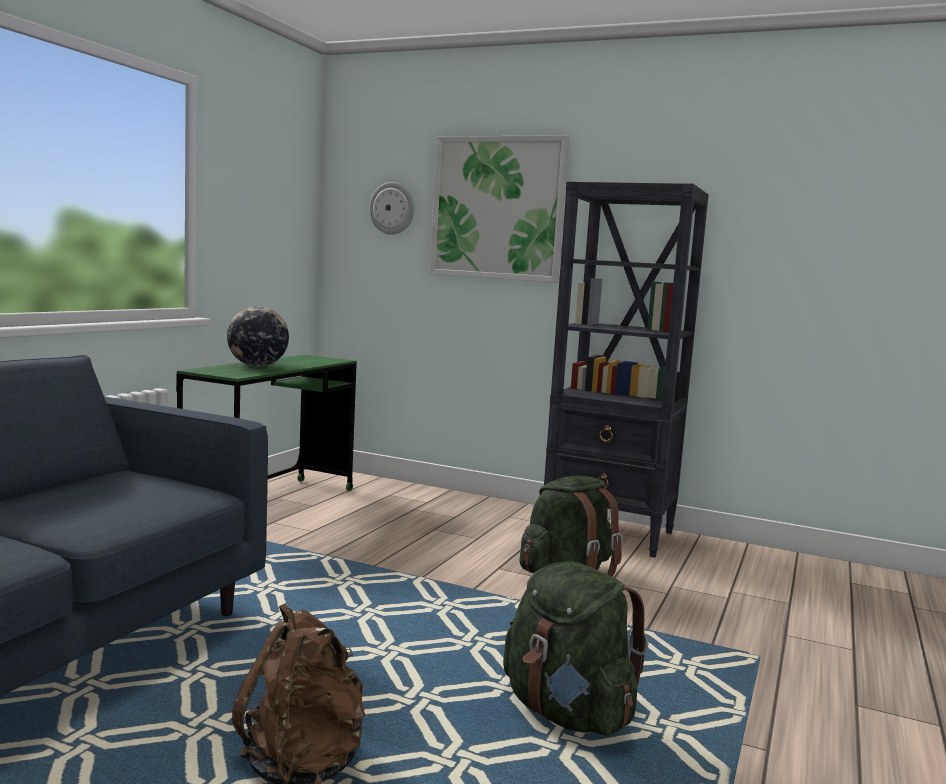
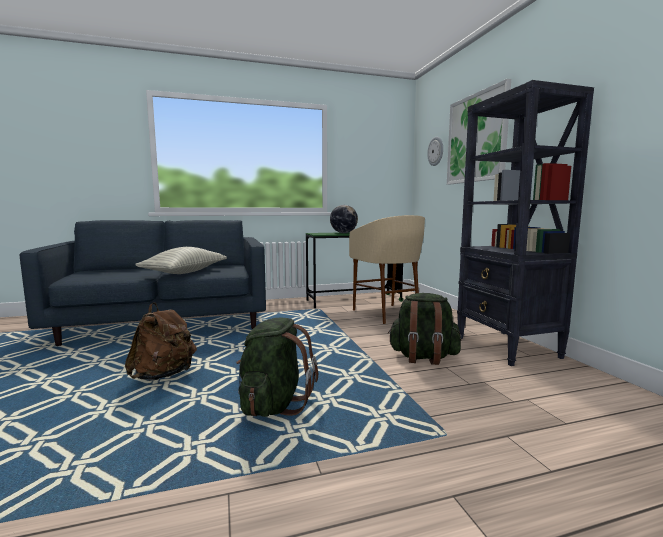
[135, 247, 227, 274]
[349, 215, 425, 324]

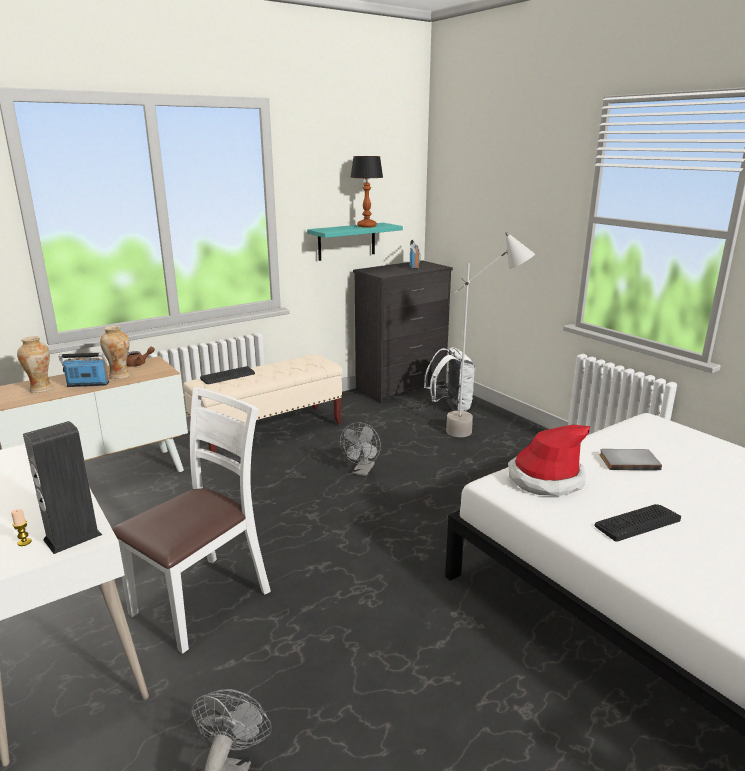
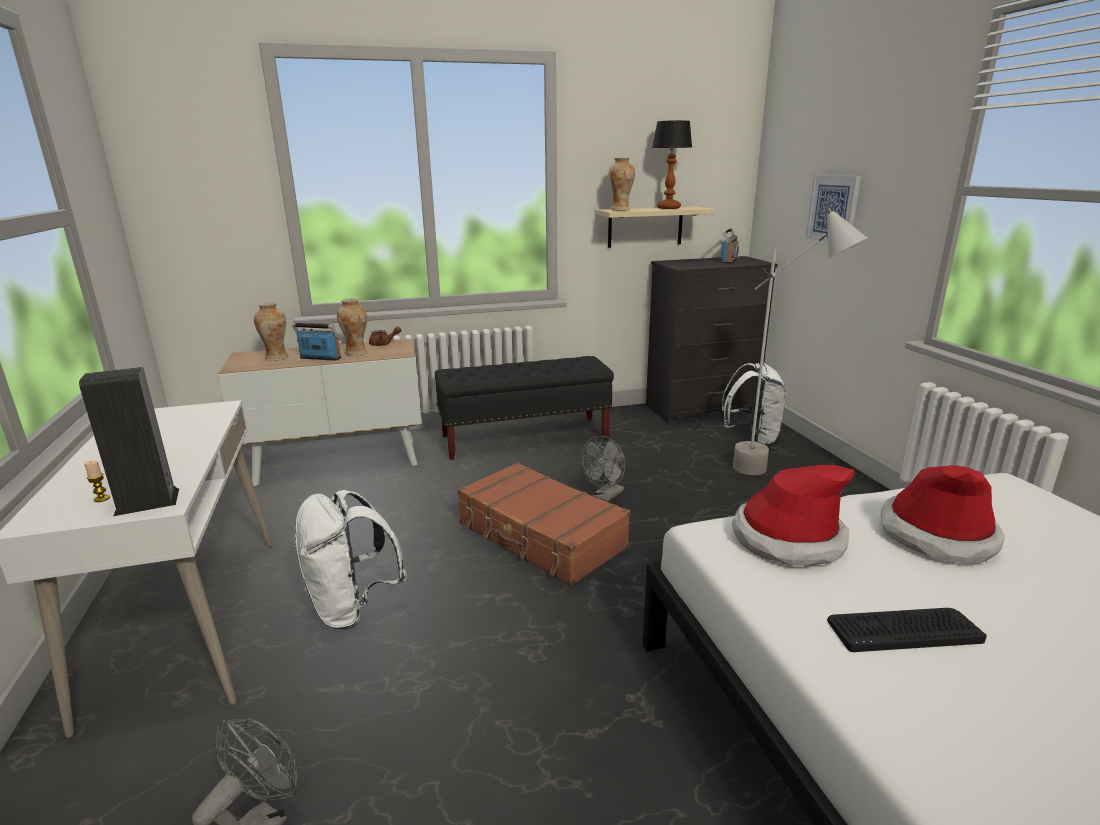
[200, 366, 255, 384] (first image)
[457, 462, 630, 586]
[609, 158, 635, 211]
[805, 175, 861, 242]
[294, 490, 407, 629]
[881, 465, 1005, 563]
[435, 356, 614, 460]
[595, 206, 714, 248]

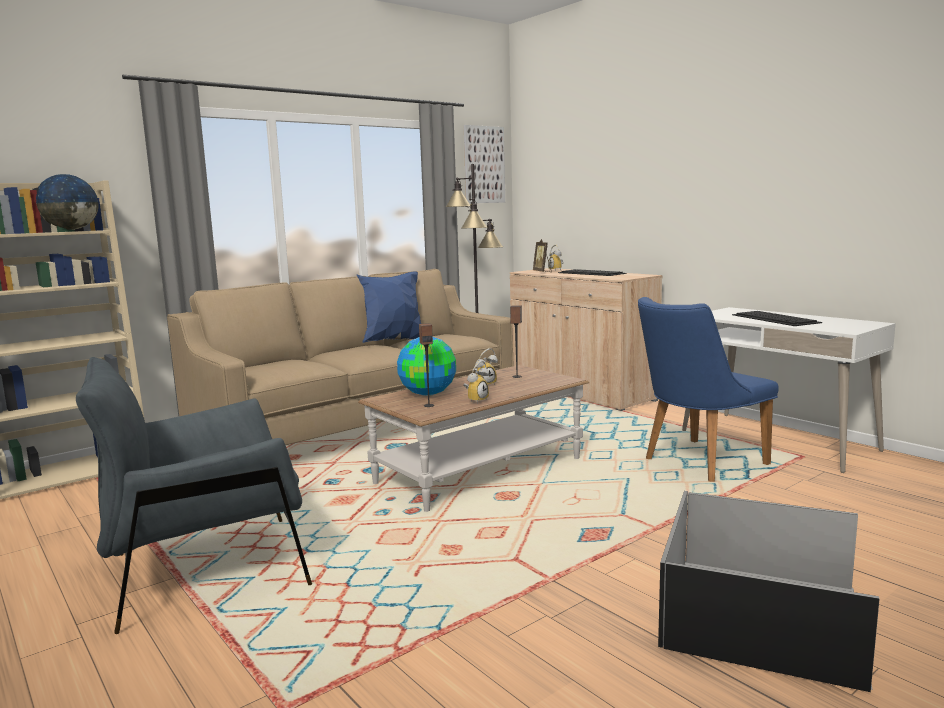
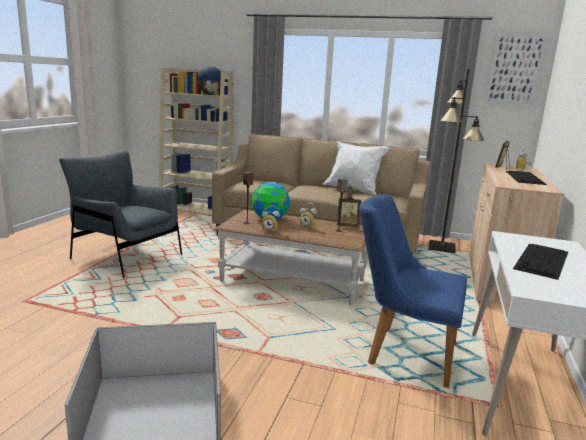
[337, 196, 362, 228]
[323, 141, 389, 195]

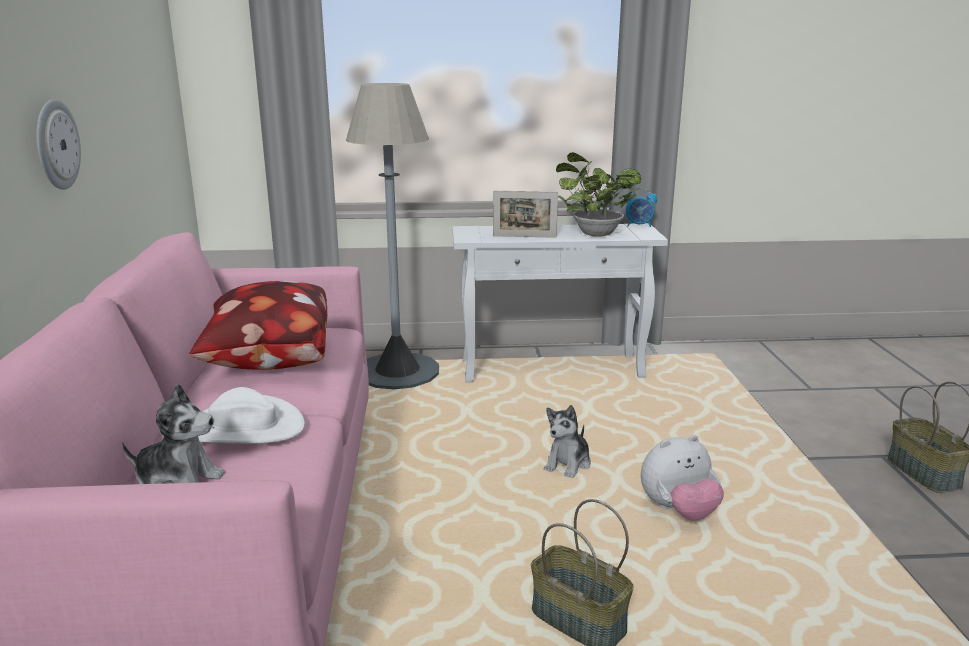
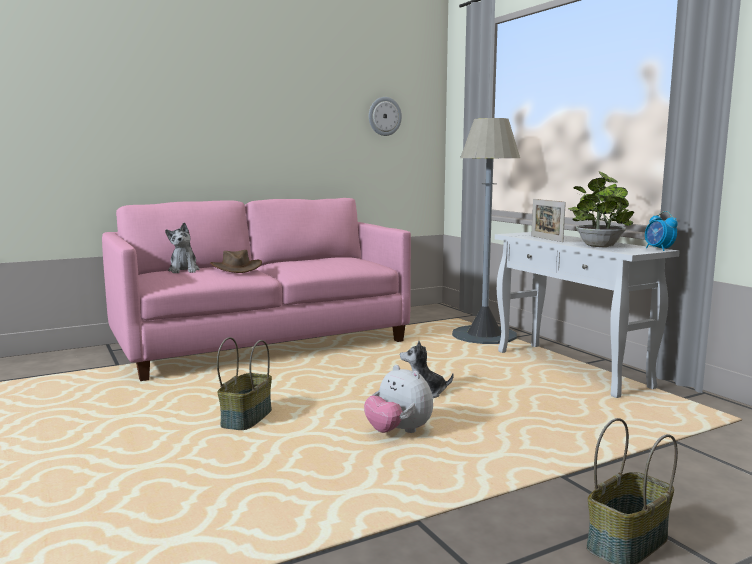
[189, 281, 327, 370] (first image)
[369, 97, 402, 136]
[210, 250, 262, 273]

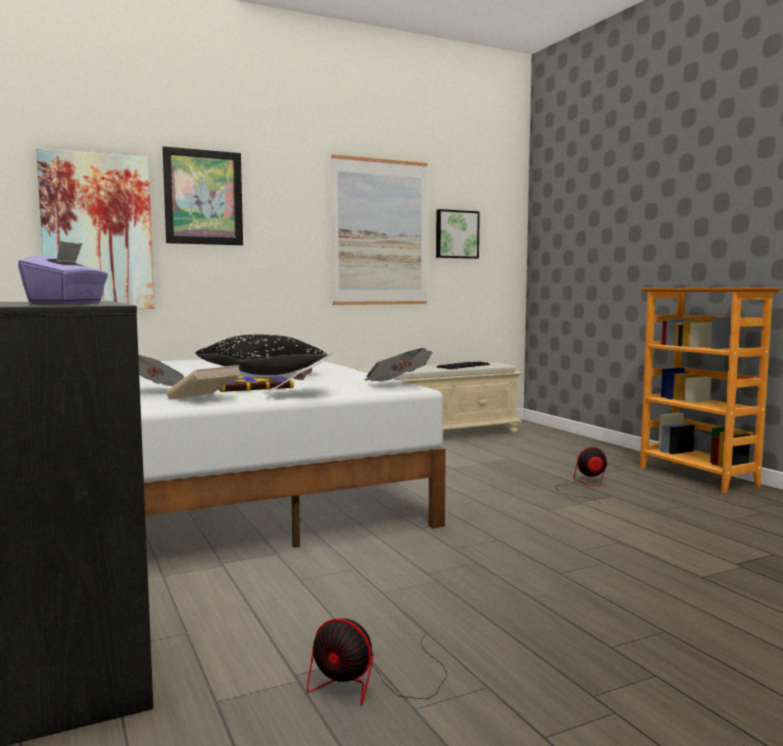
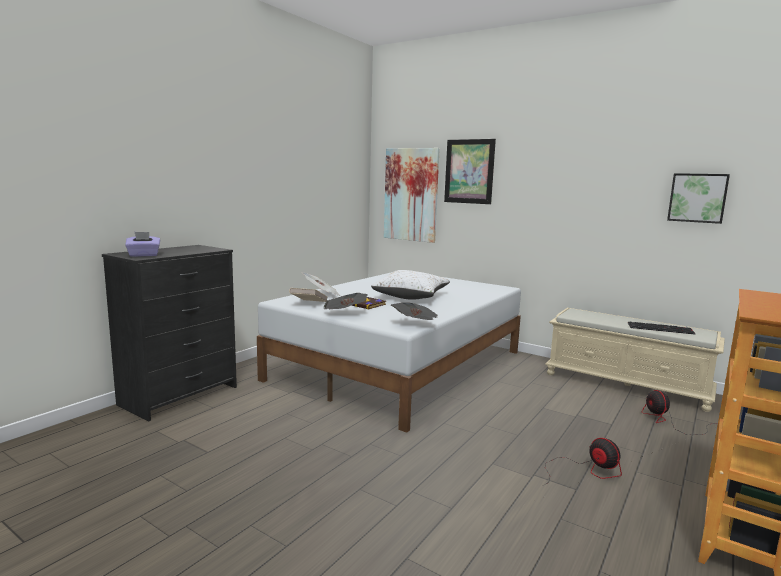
[331, 154, 428, 305] (first image)
[641, 390, 718, 435]
[371, 270, 450, 300]

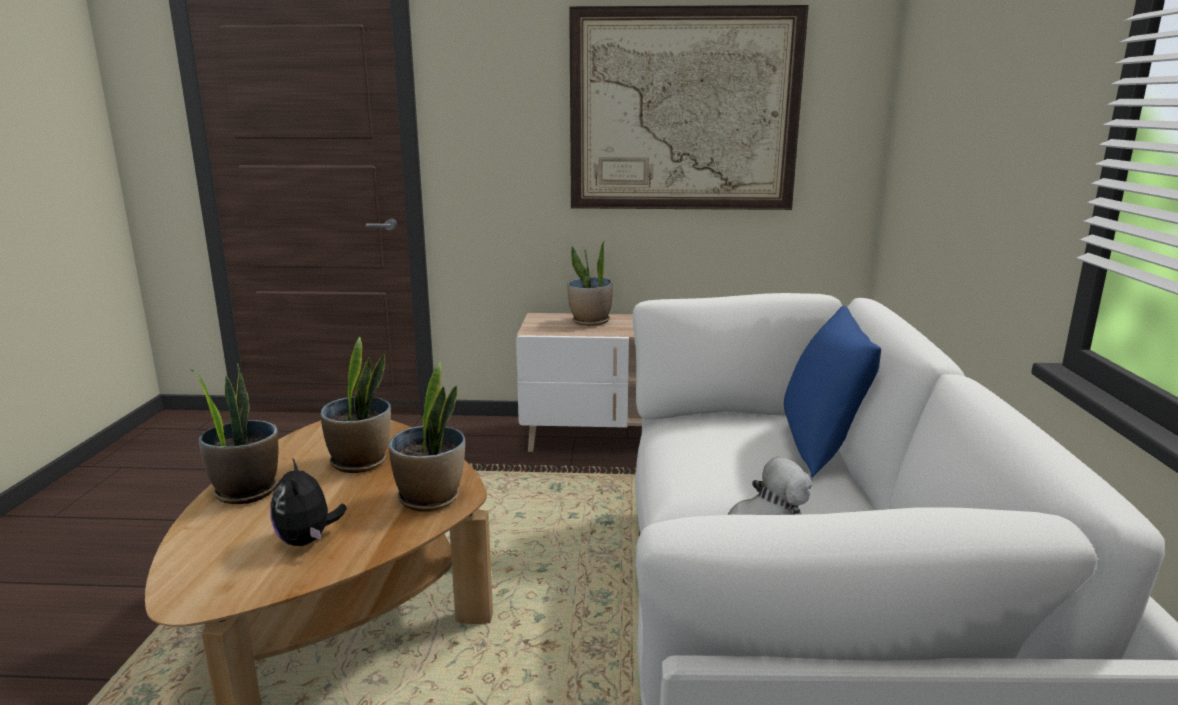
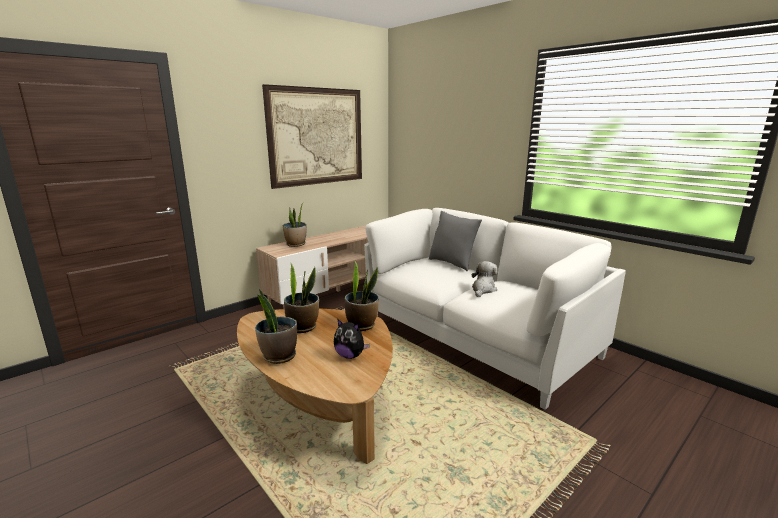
[429, 211, 482, 272]

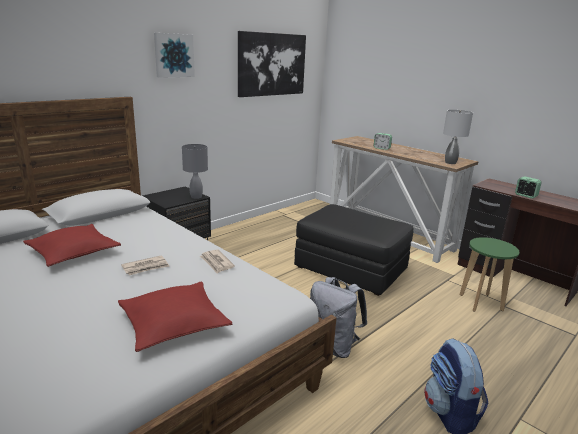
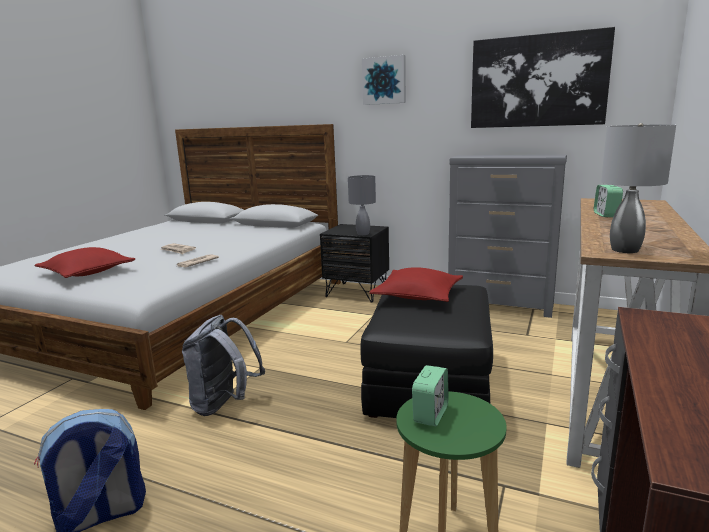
[448, 155, 567, 318]
[369, 267, 463, 302]
[412, 365, 449, 426]

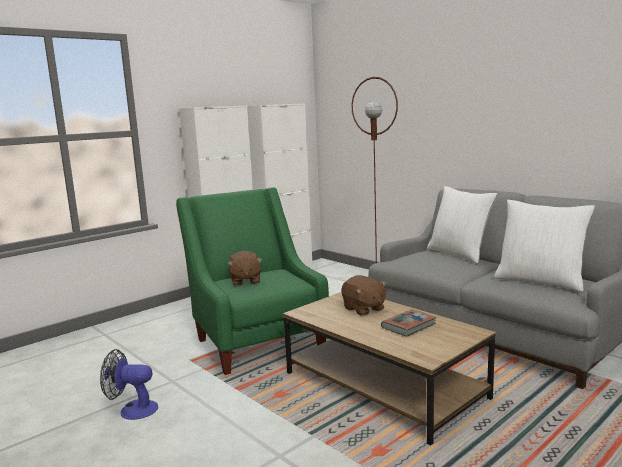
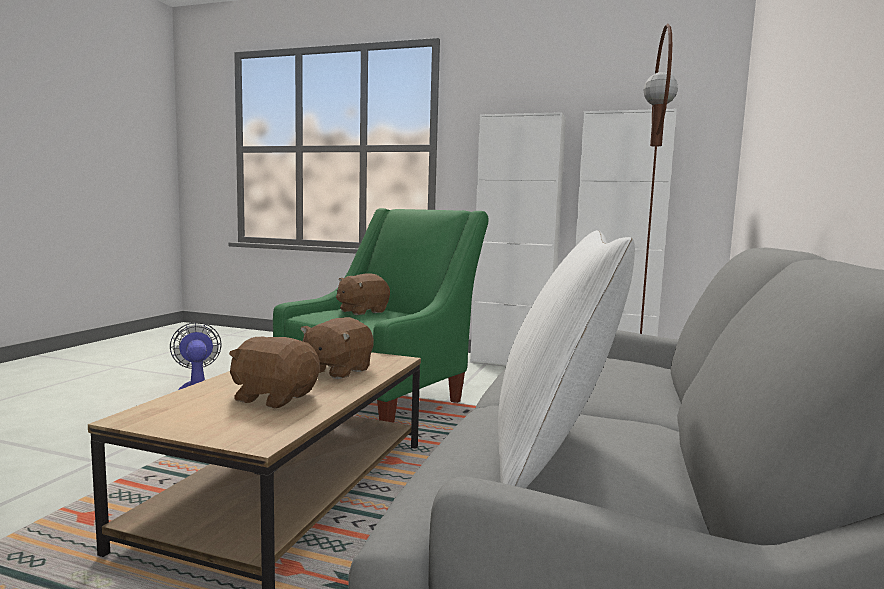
[427, 186, 497, 264] (first image)
[229, 337, 320, 408]

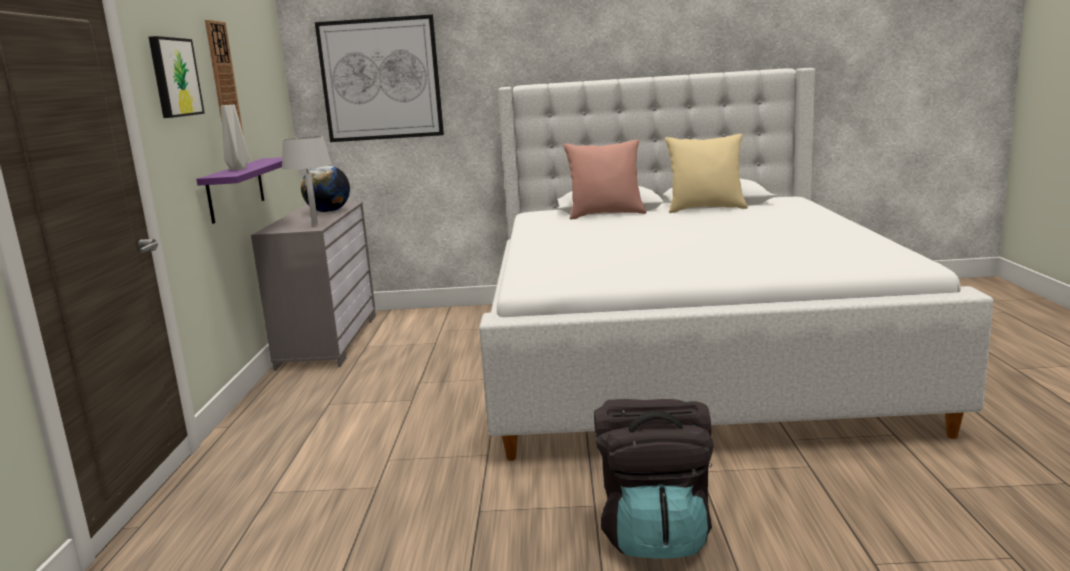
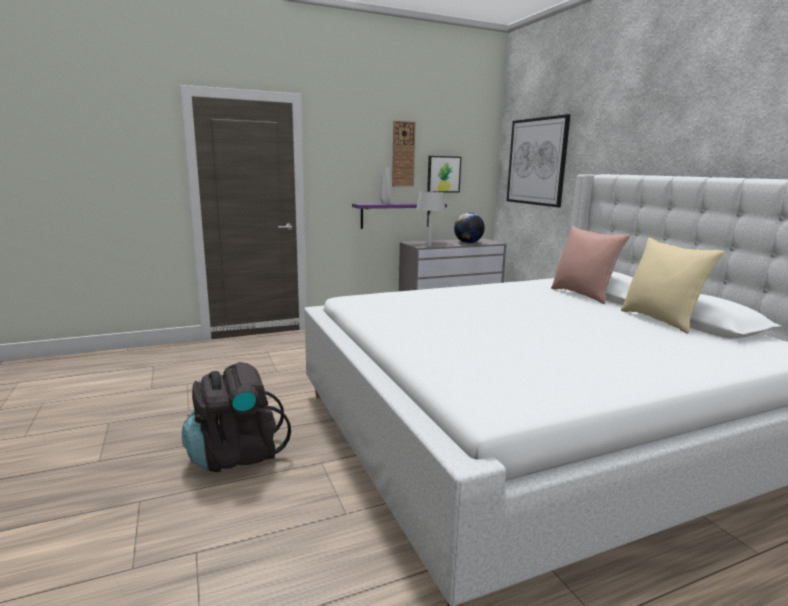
[427, 156, 462, 192]

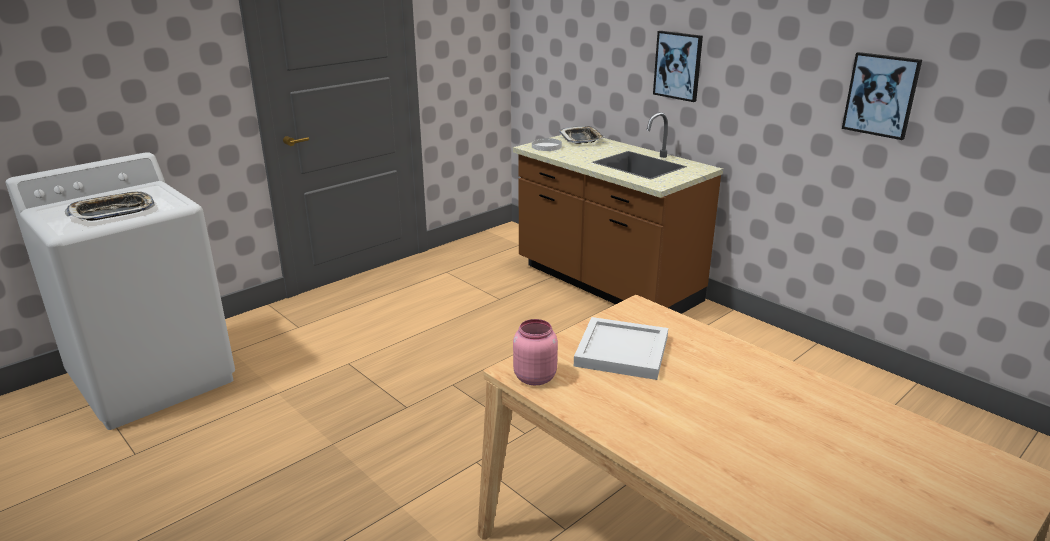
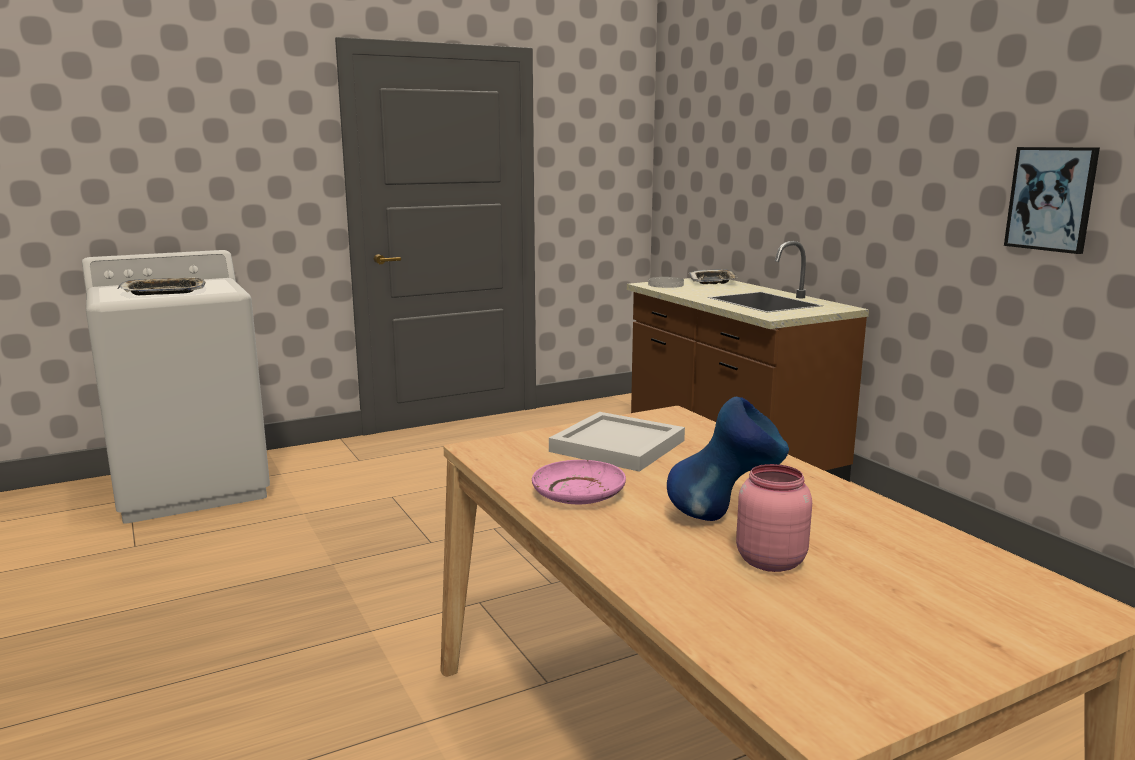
[653, 31, 703, 102] (first image)
[532, 460, 626, 504]
[667, 397, 789, 521]
[736, 464, 812, 572]

